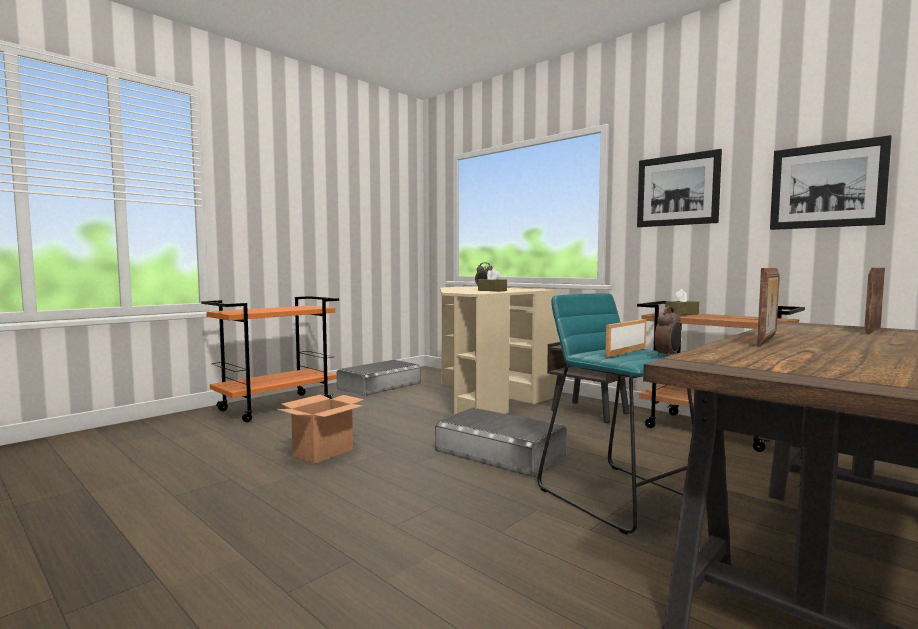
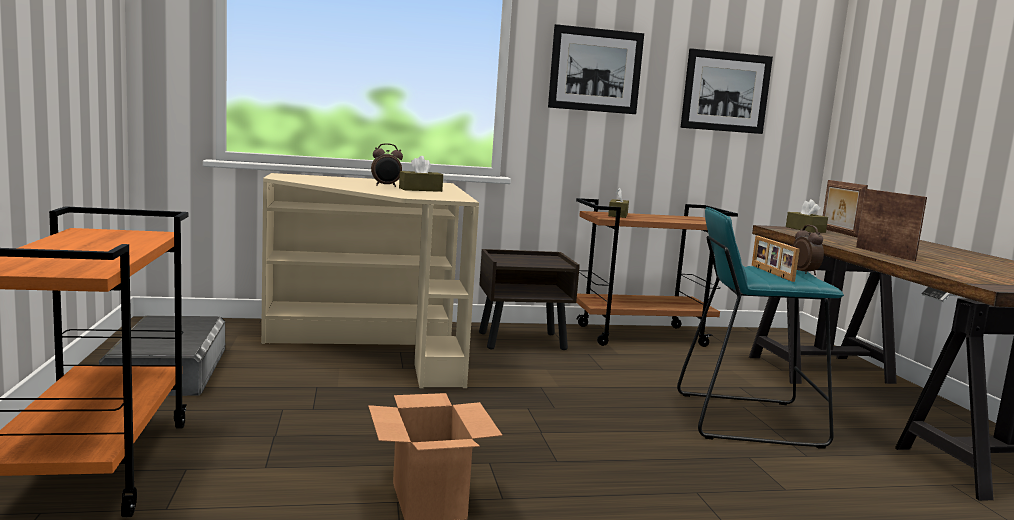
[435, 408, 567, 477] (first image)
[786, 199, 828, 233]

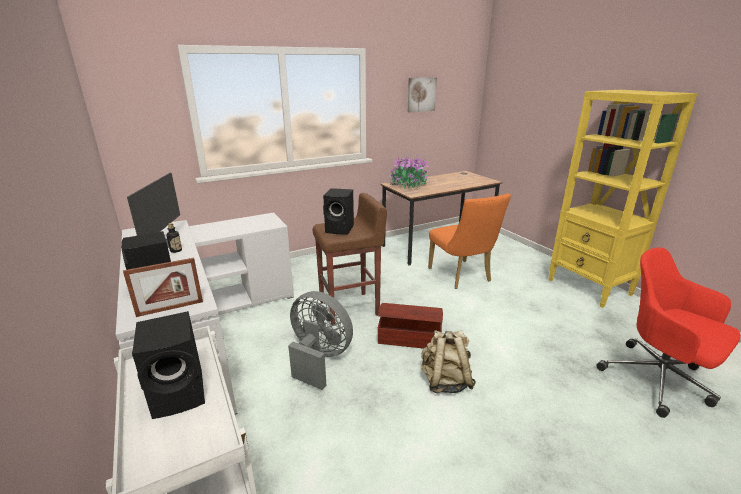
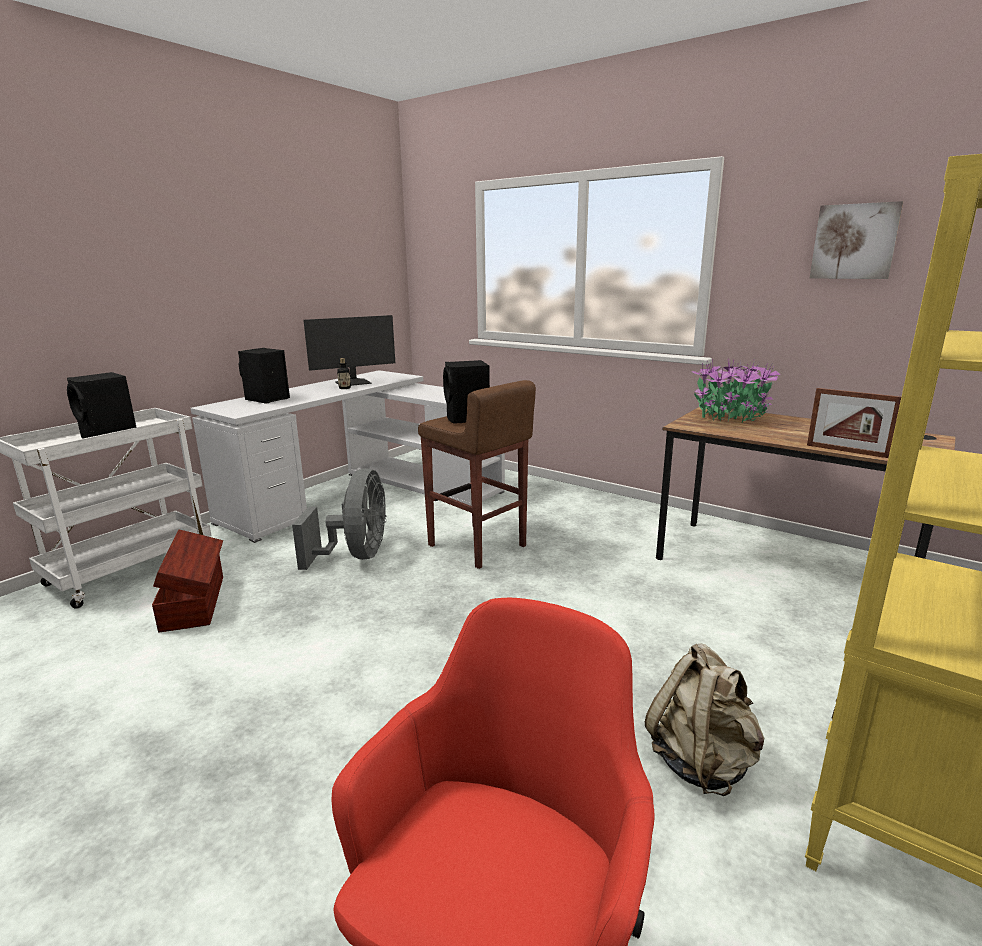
[428, 193, 511, 289] (first image)
[807, 388, 901, 458]
[152, 530, 223, 633]
[645, 644, 765, 796]

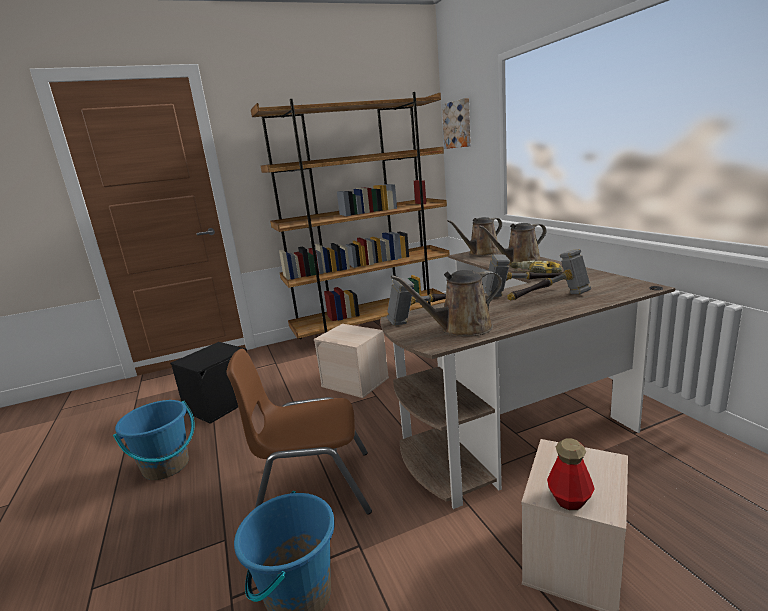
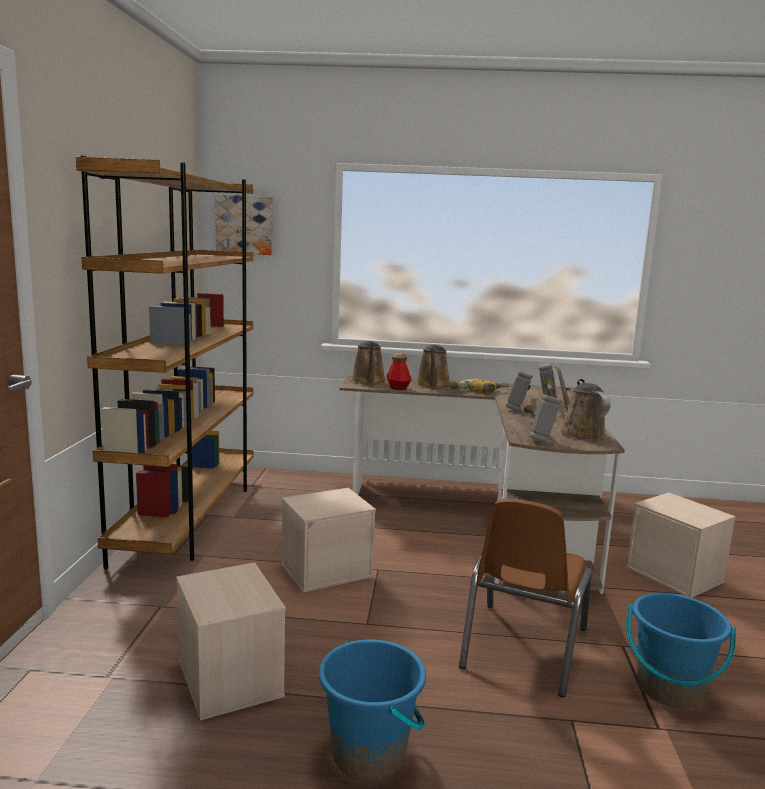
[386, 353, 412, 390]
[176, 562, 286, 721]
[555, 365, 611, 441]

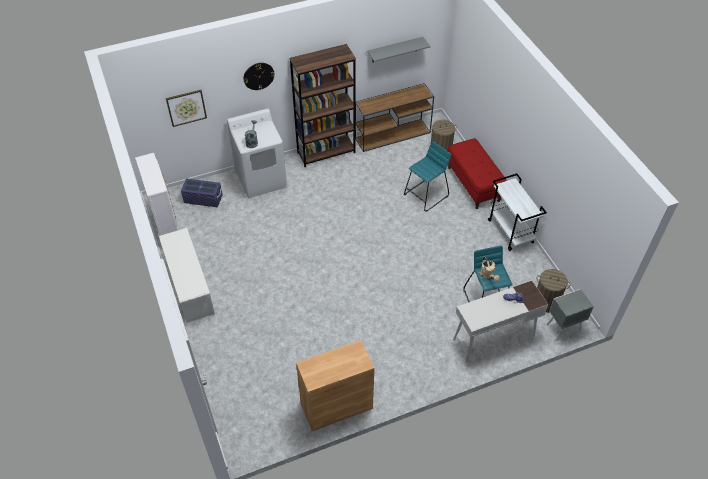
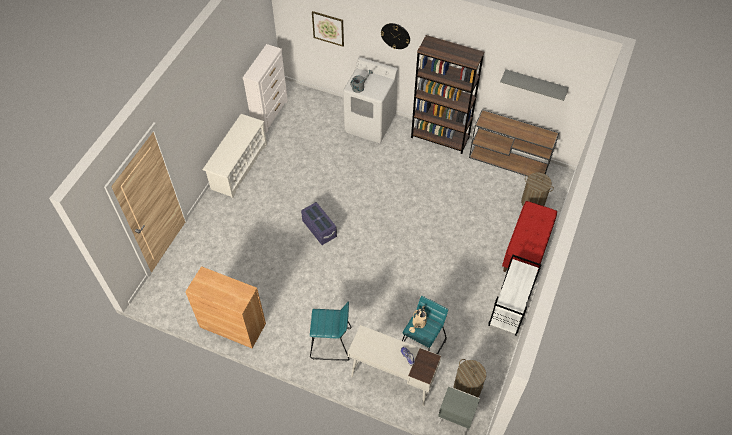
[301, 202, 337, 245]
[310, 302, 352, 361]

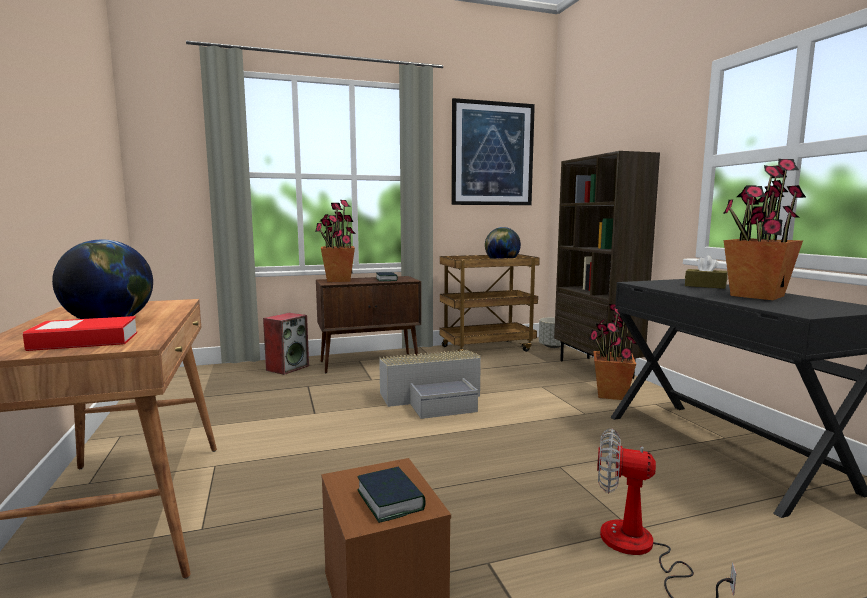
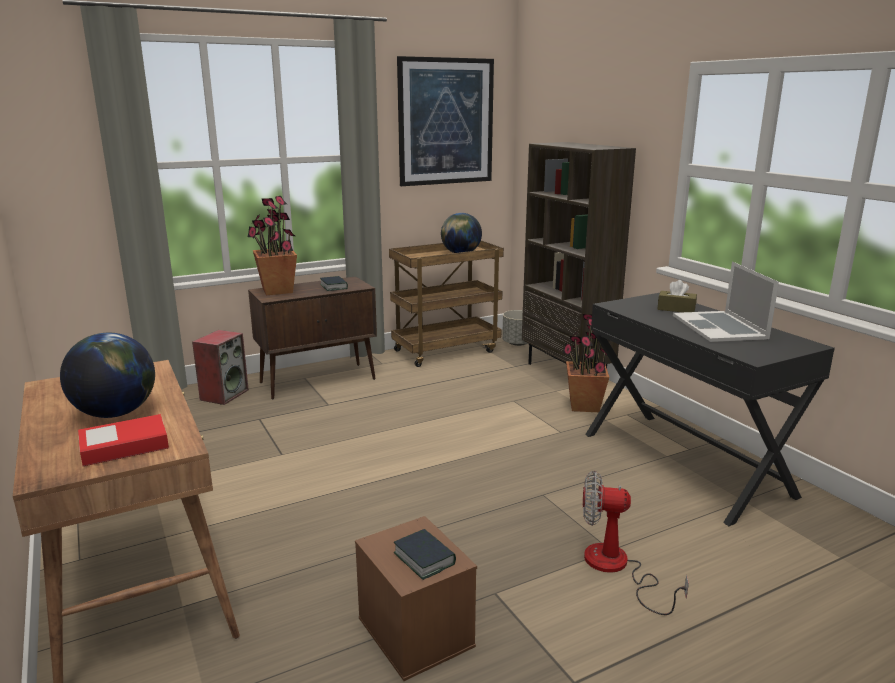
[379, 350, 481, 419] (first image)
[673, 262, 779, 342]

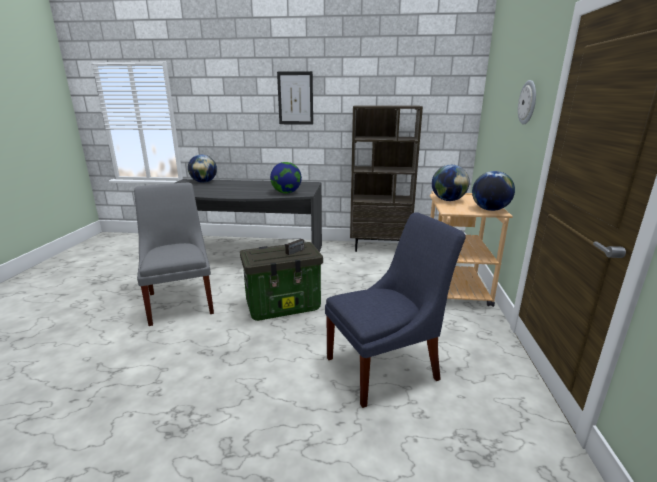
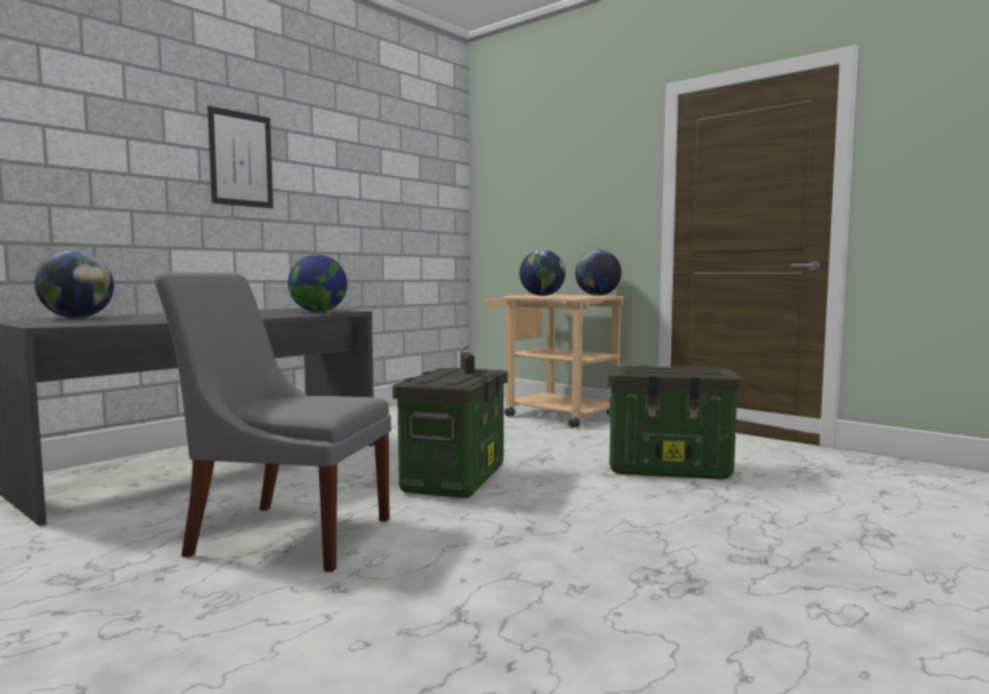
[350, 105, 423, 252] (first image)
[518, 80, 536, 125] (first image)
[608, 366, 742, 479]

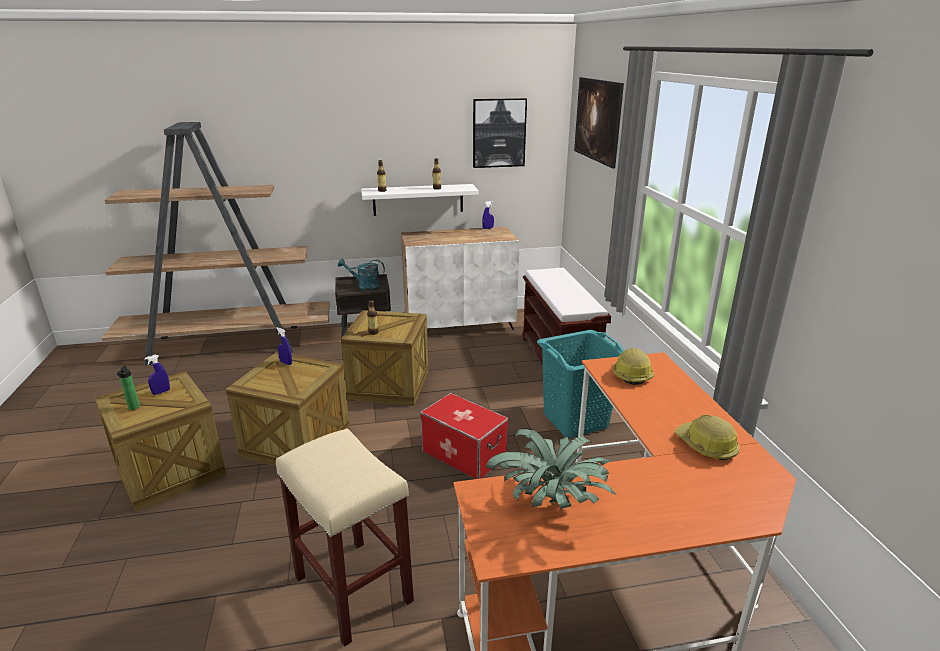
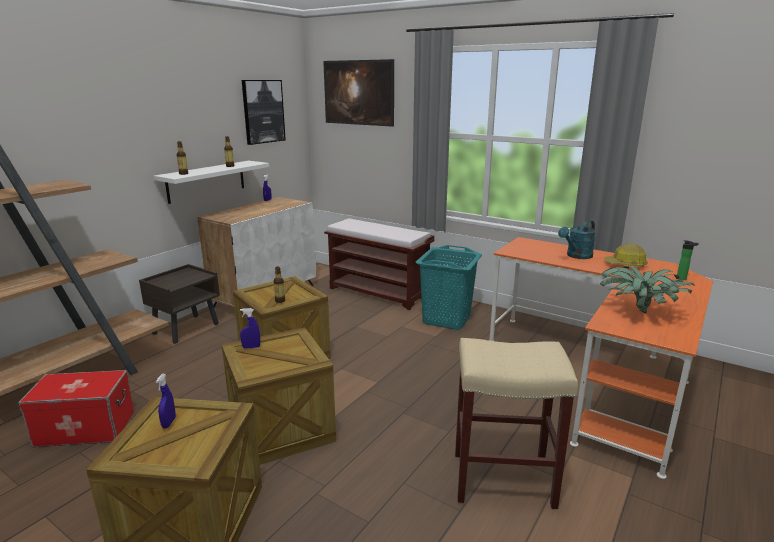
[613, 348, 654, 385] (first image)
[677, 241, 699, 280]
[558, 220, 596, 259]
[18, 370, 134, 447]

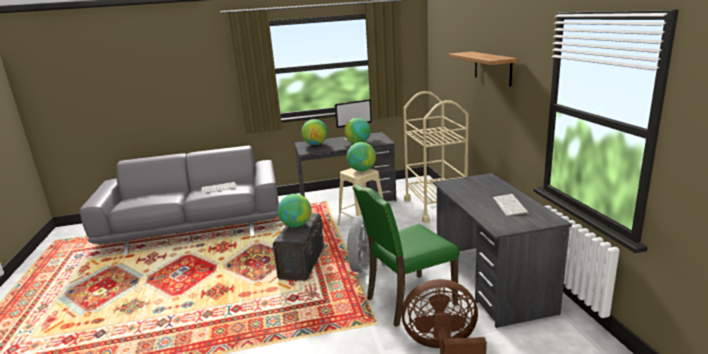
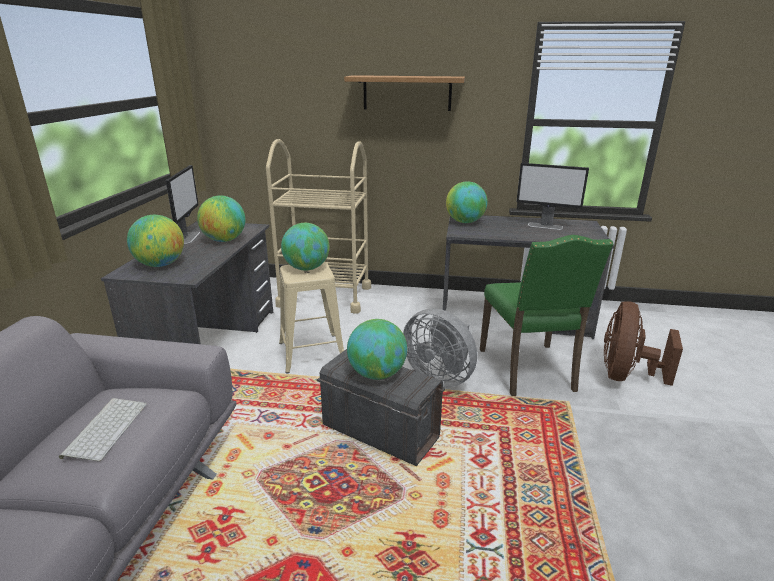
[446, 181, 488, 223]
[516, 163, 589, 230]

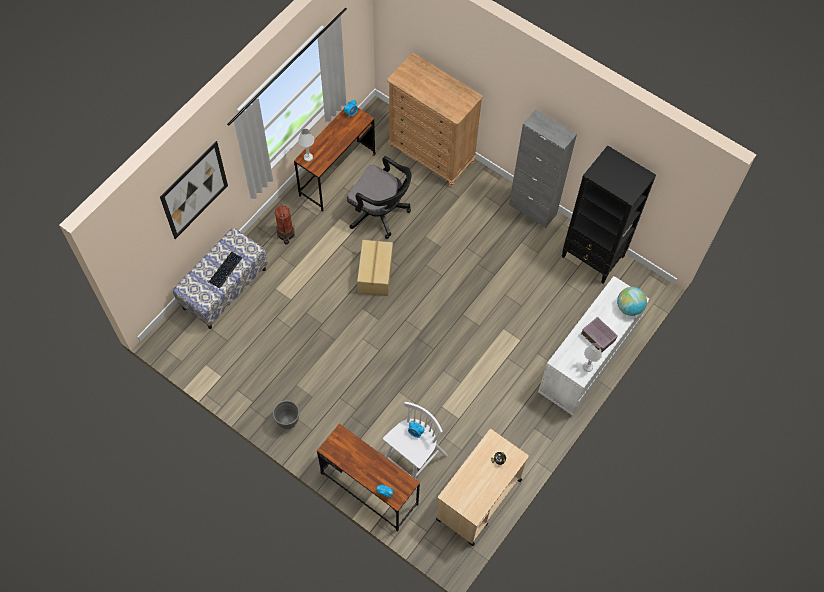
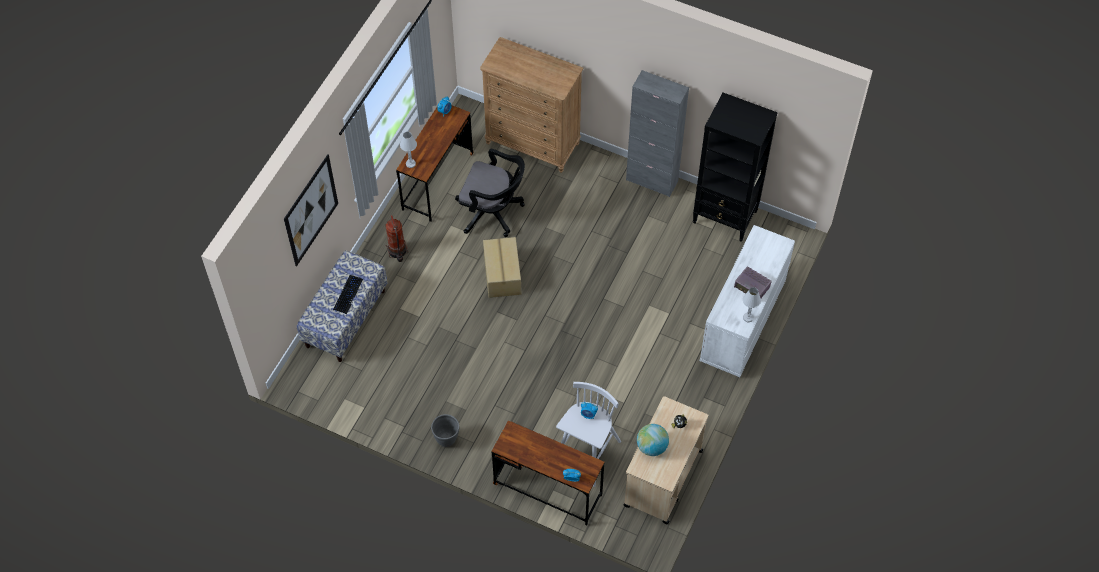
[637, 424, 669, 456]

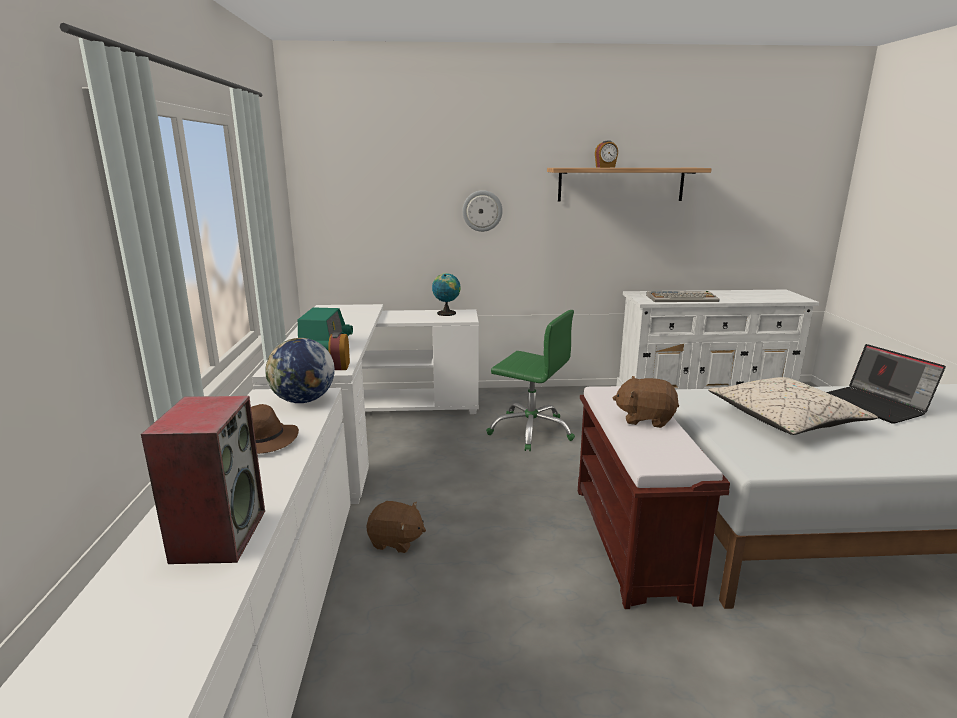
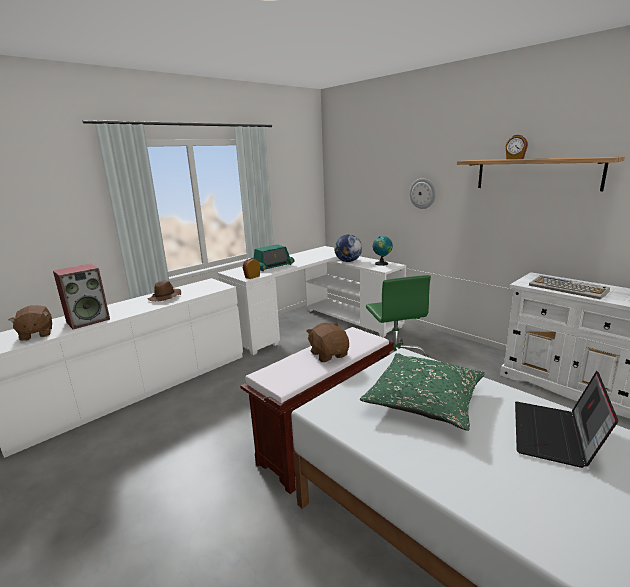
[334, 234, 362, 262]
[9, 305, 52, 341]
[360, 353, 485, 431]

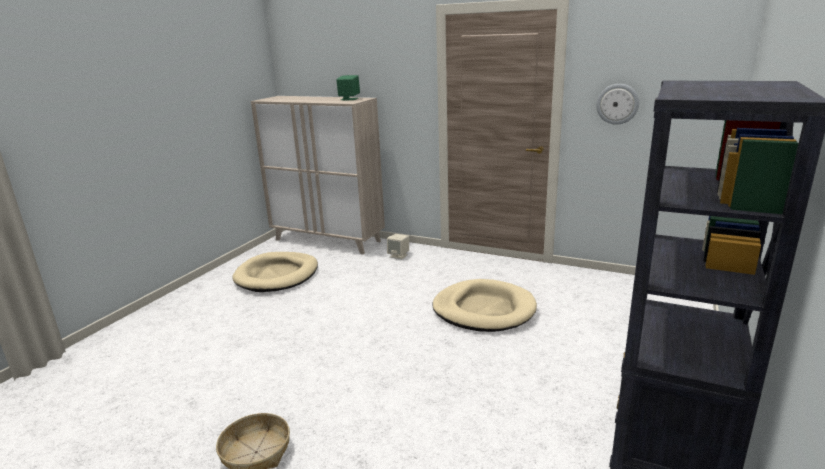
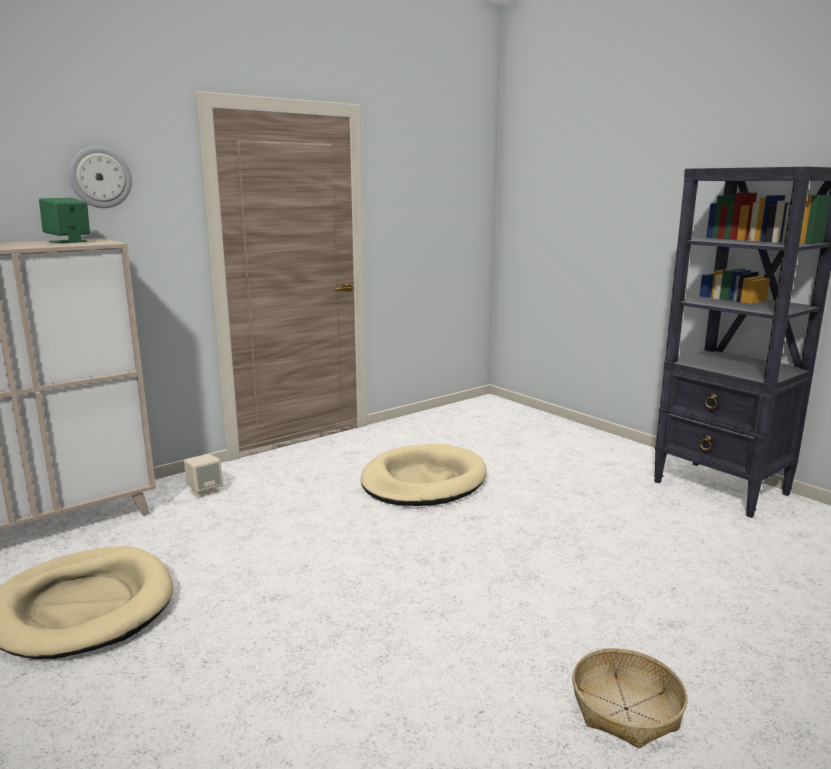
[69, 146, 132, 208]

